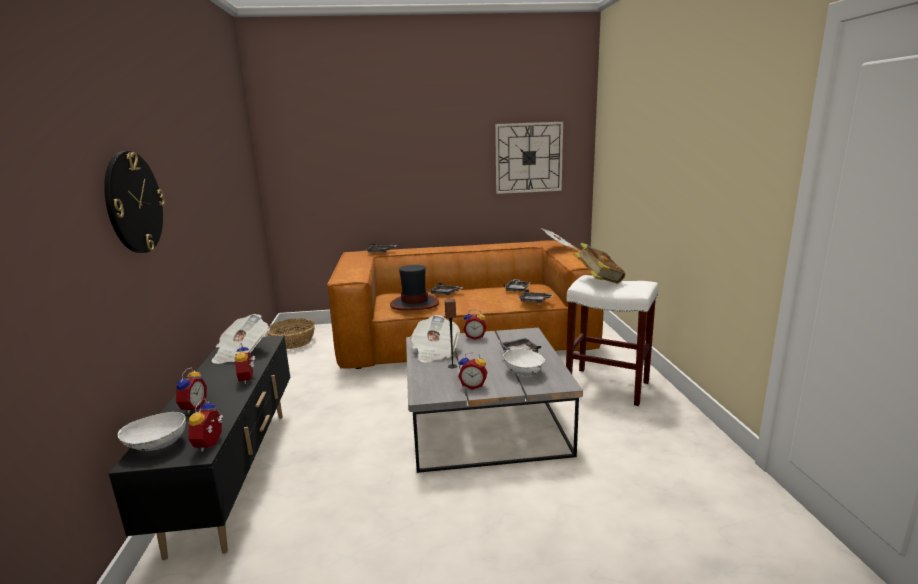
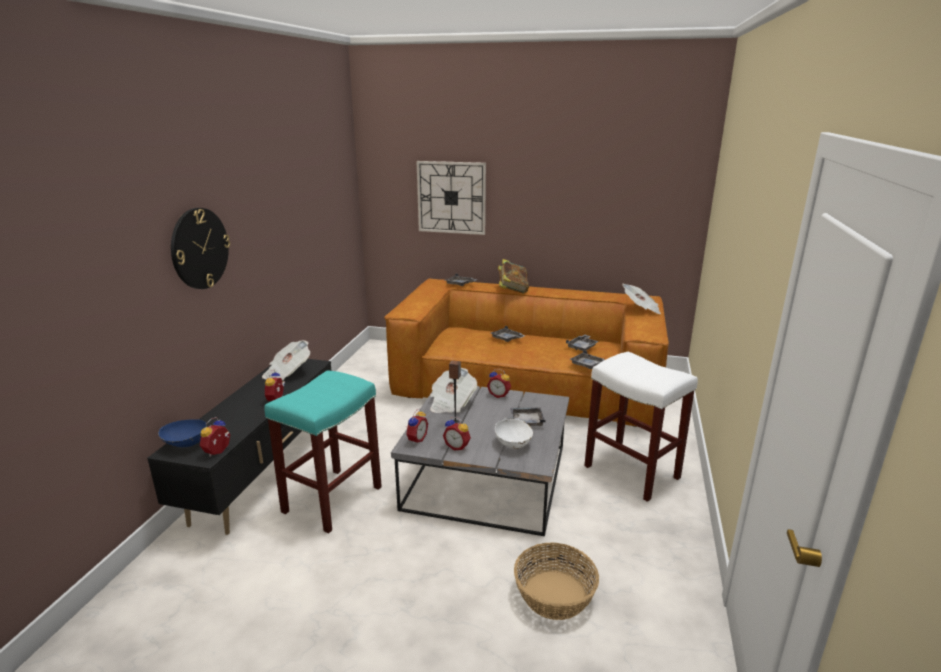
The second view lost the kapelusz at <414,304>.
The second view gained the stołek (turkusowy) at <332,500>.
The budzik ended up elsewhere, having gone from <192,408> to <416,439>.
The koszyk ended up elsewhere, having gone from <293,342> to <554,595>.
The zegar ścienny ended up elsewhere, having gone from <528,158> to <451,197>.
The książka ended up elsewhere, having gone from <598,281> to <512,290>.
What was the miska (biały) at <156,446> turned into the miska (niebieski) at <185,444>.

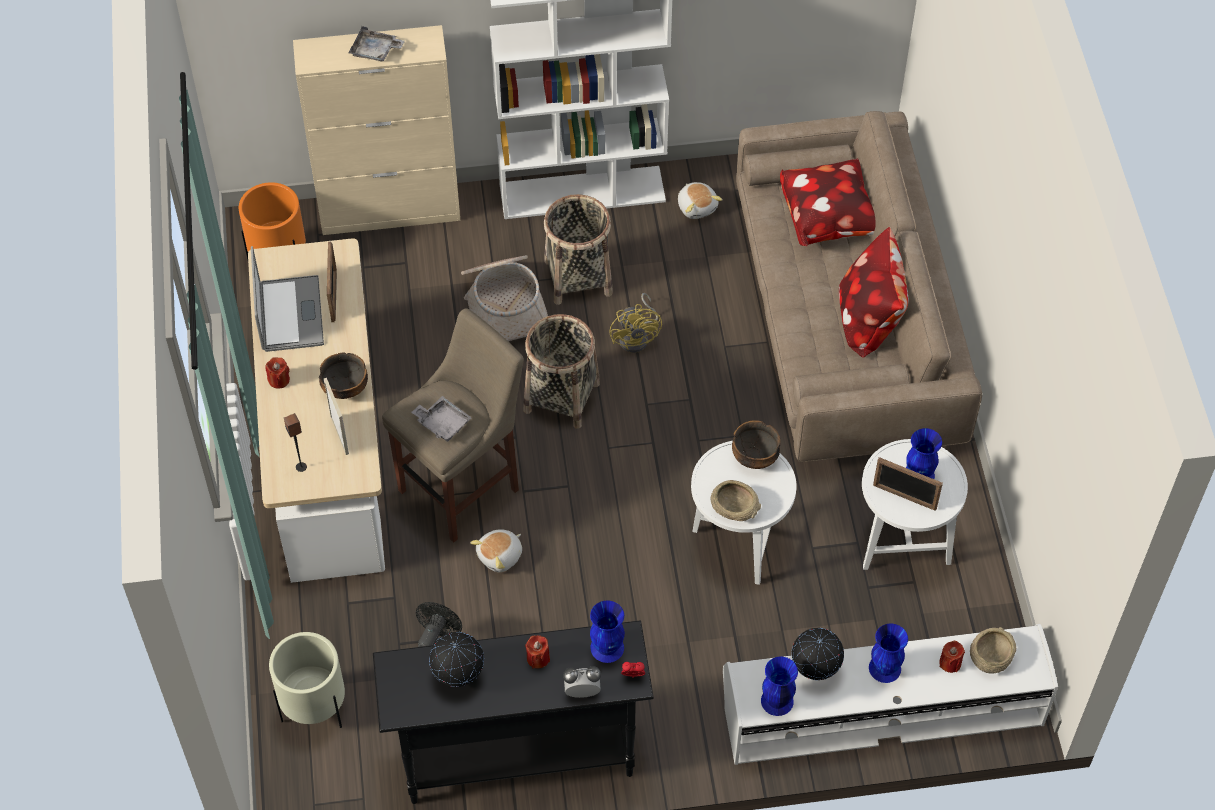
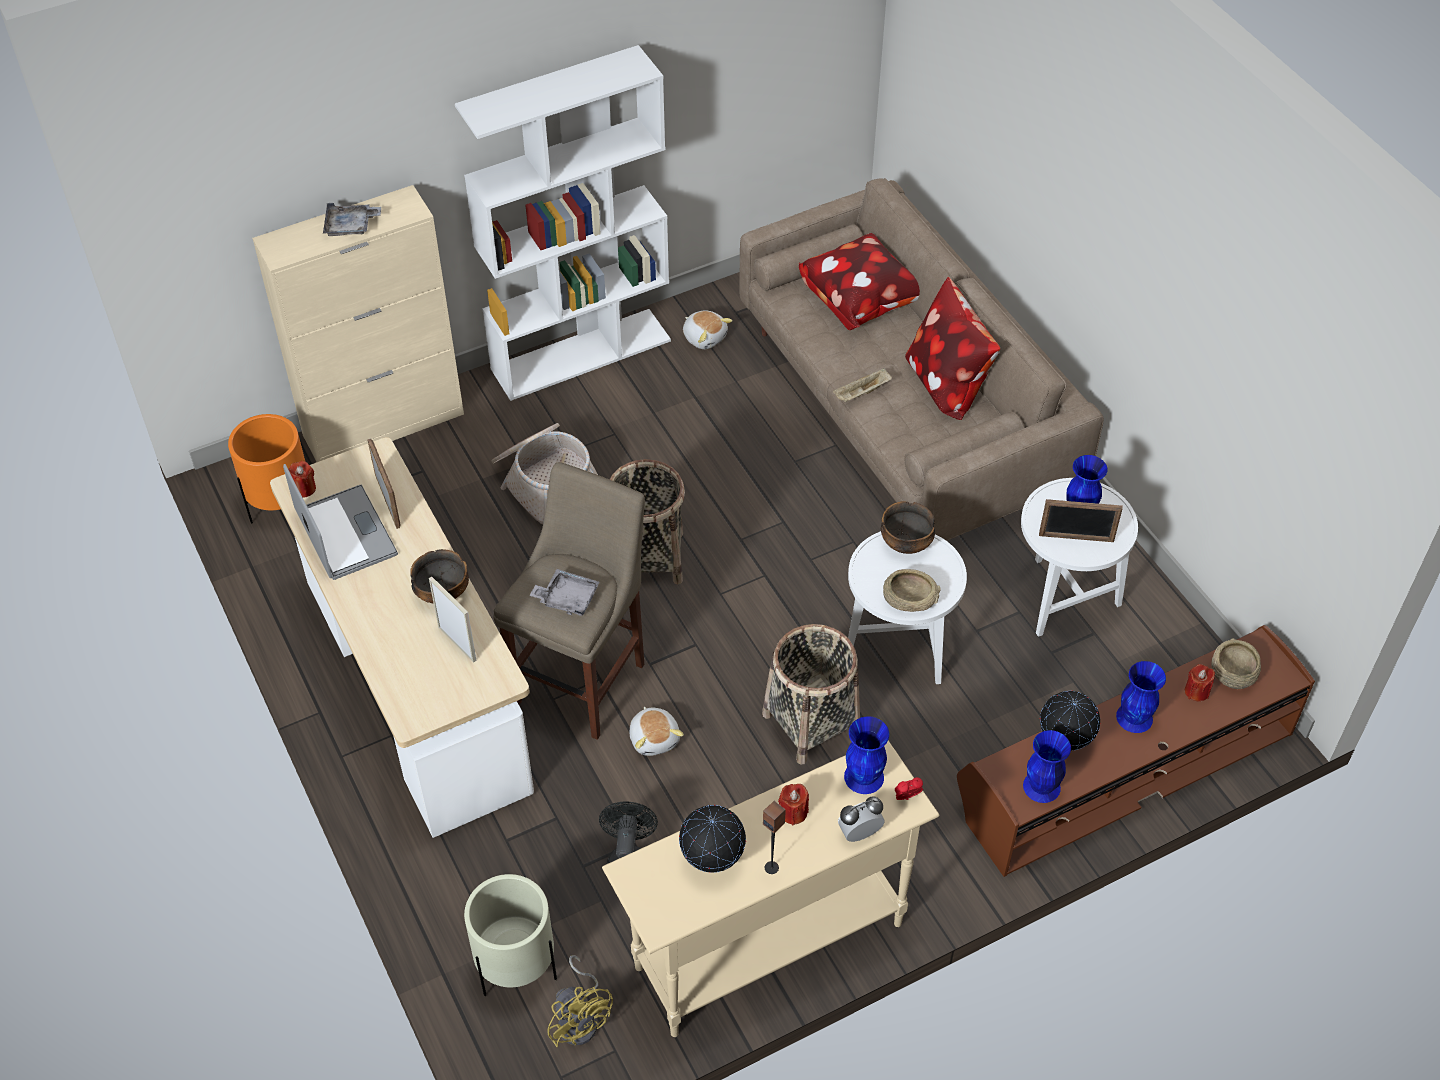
The second view gained the taca (beżowy) at <861,393>.
The świeca (czerwony) ended up elsewhere, having gone from <279,380> to <304,488>.
The głośnik ended up elsewhere, having gone from <301,467> to <771,867>.
The koszyk ended up elsewhere, having gone from <578,277> to <811,723>.
The wentylator (żółty) ended up elsewhere, having gone from <637,337> to <581,1019>.
What was the stolik konsolowy (czarny) at <517,756> turned into the stolik konsolowy (beżowy) at <767,945>.
What was the szafka pod telewizor (biały) at <880,707> turned into the szafka pod telewizor (brązowy) at <1123,768>.
The pluszak at <500,556> ended up facing another way, 45 degrees counterclockwise from before.

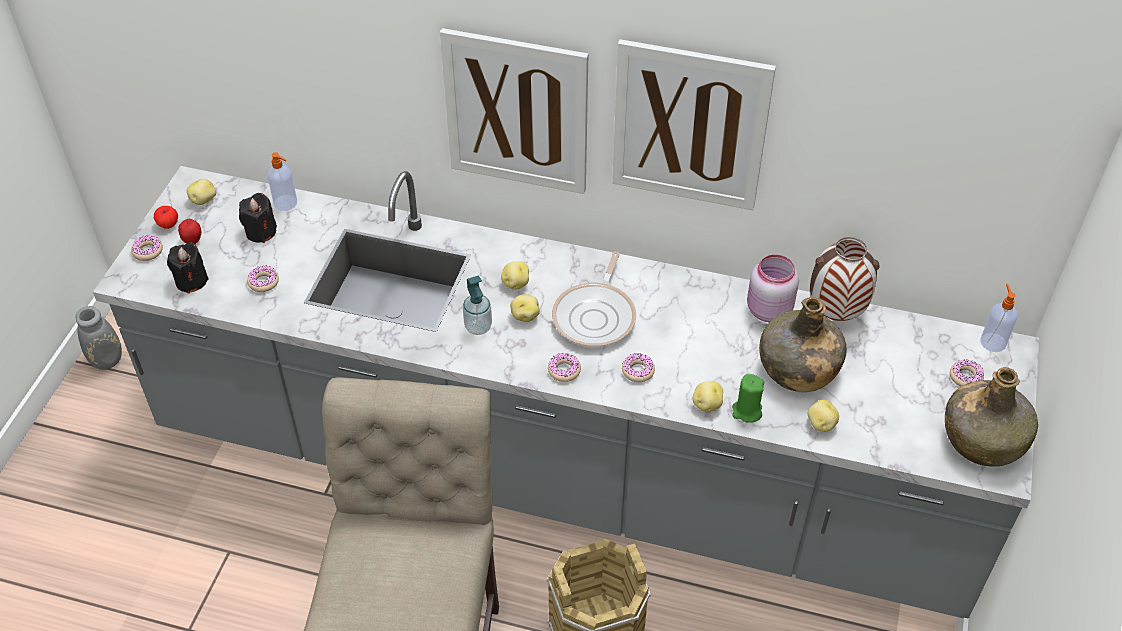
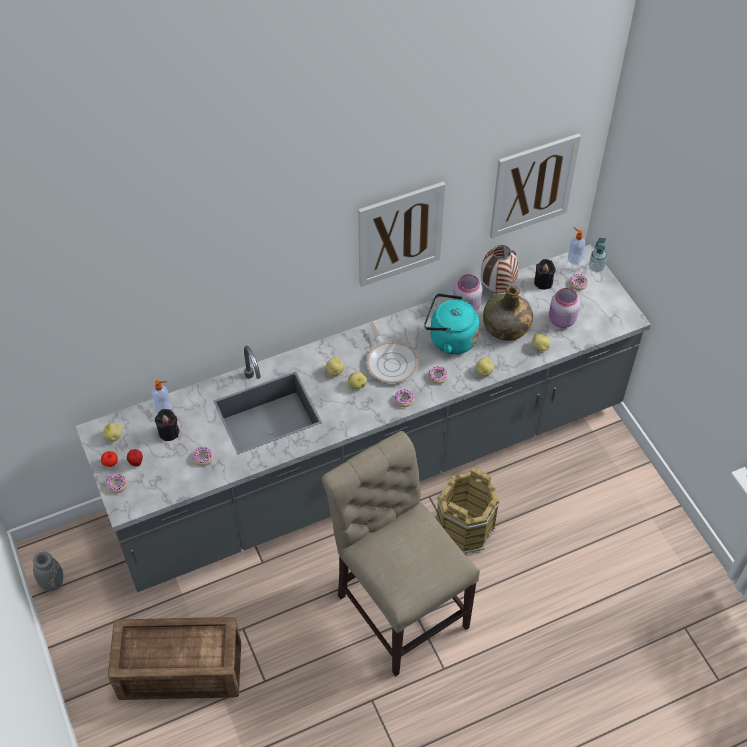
The second view lost the świeca (zielony) at <746,411>.
The second view lost the butelka (zielony) at <983,440>.
The second view gained the skrzynka at <178,668>.
The second view gained the czajnik (turkusowy) at <449,339>.
The second view gained the słoik (różowy) at <561,320>.
The świeca (czarny) ended up elsewhere, having gone from <191,281> to <543,282>.
The obraz ended up elsewhere, having gone from <516,112> to <533,185>.
The dozownik mydła ended up elsewhere, having gone from <478,327> to <596,267>.

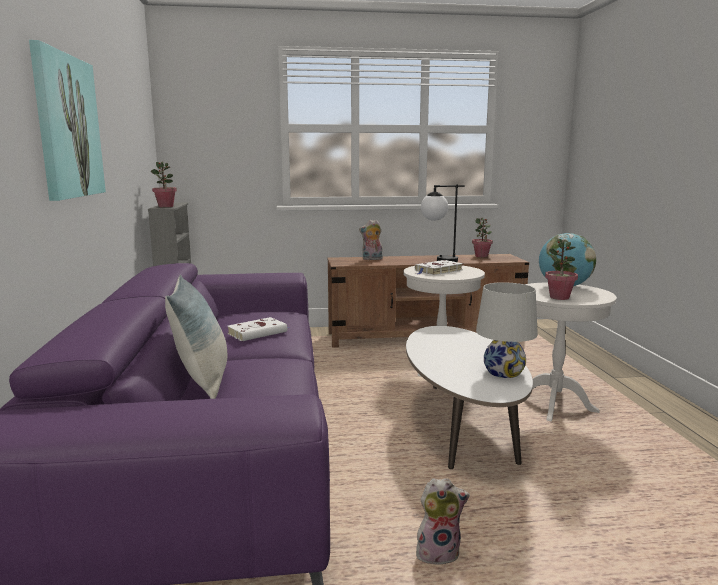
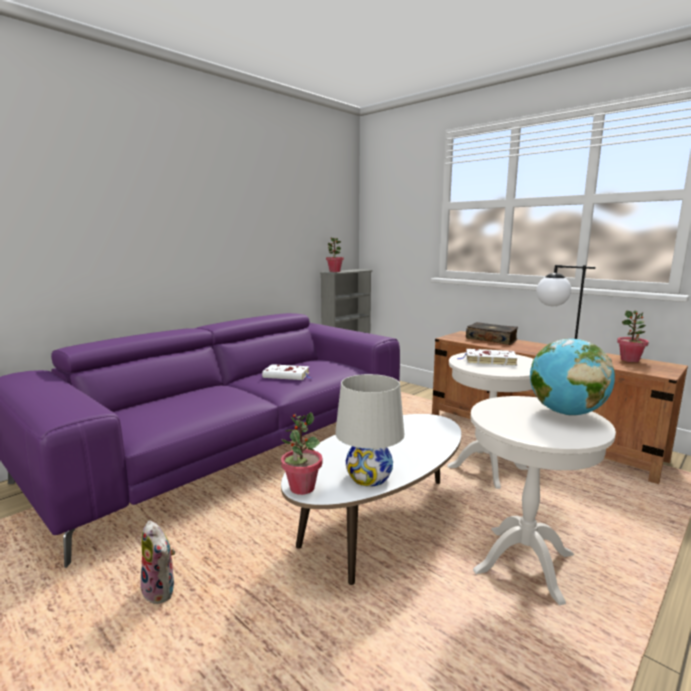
The second view lost the obraz at <68,127>.
The second view lost the poduszka at <203,380>.
The roślina doniczkowa ended up elsewhere, having gone from <559,297> to <302,488>.
Where the pluszak stood at <372,259>, the książka came to stand at <491,339>.

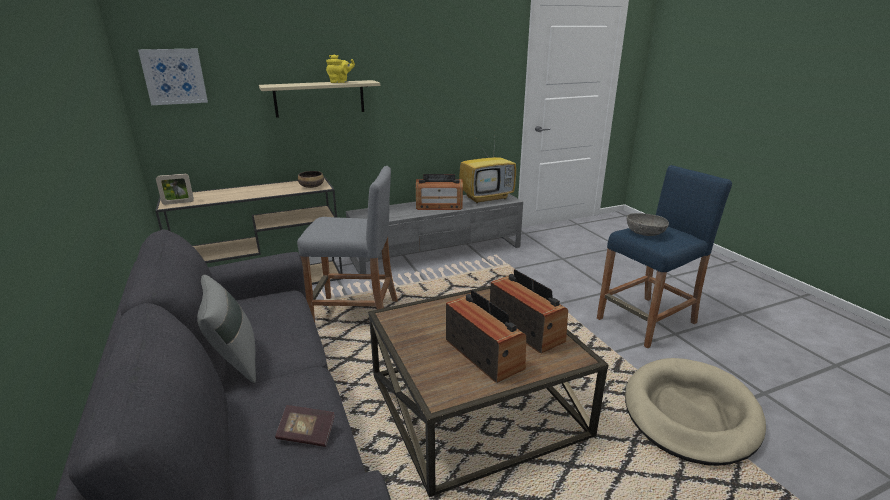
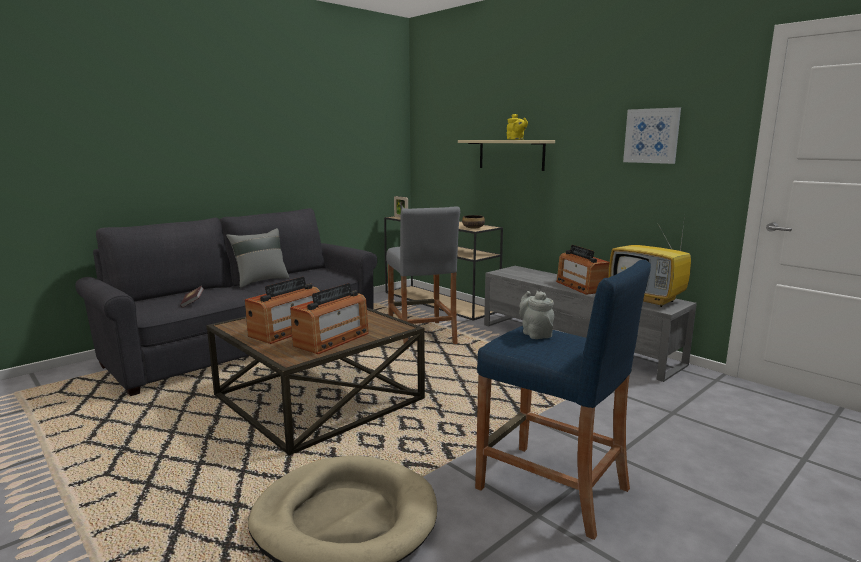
The obraz ended up elsewhere, having gone from <174,76> to <651,136>.
Where the miska (szary) stood at <645,233>, the imbryk (szary) came to stand at <535,333>.

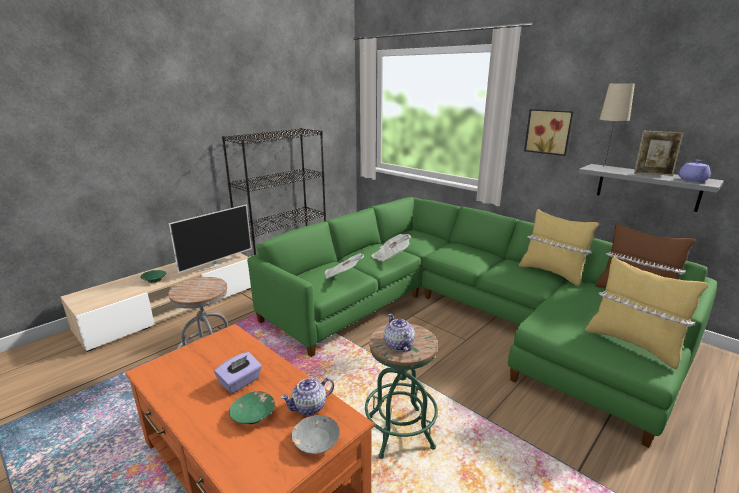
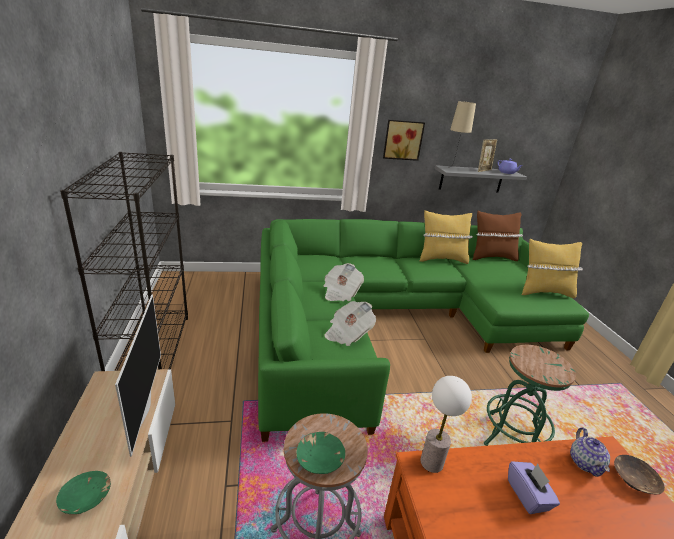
The second view lost the imbryk at <398,345>.
The second view gained the lampa stołowa at <431,462>.
The miska (zielony) ended up elsewhere, having gone from <253,415> to <320,459>.
What was the miska (szary) at <315,441> turned into the miska (brązowy) at <633,480>.

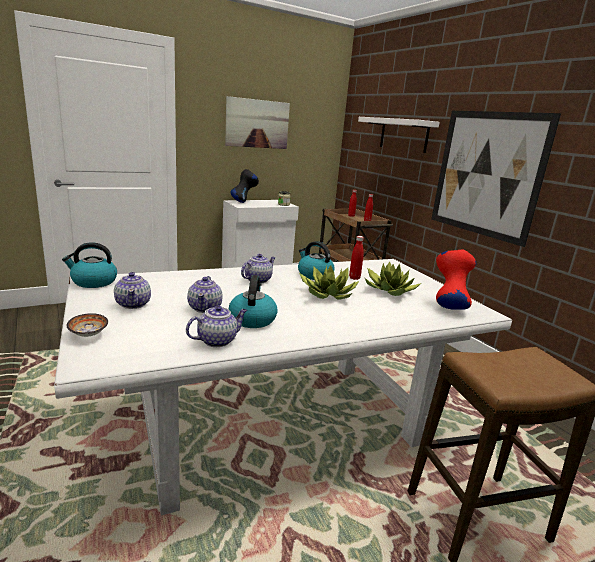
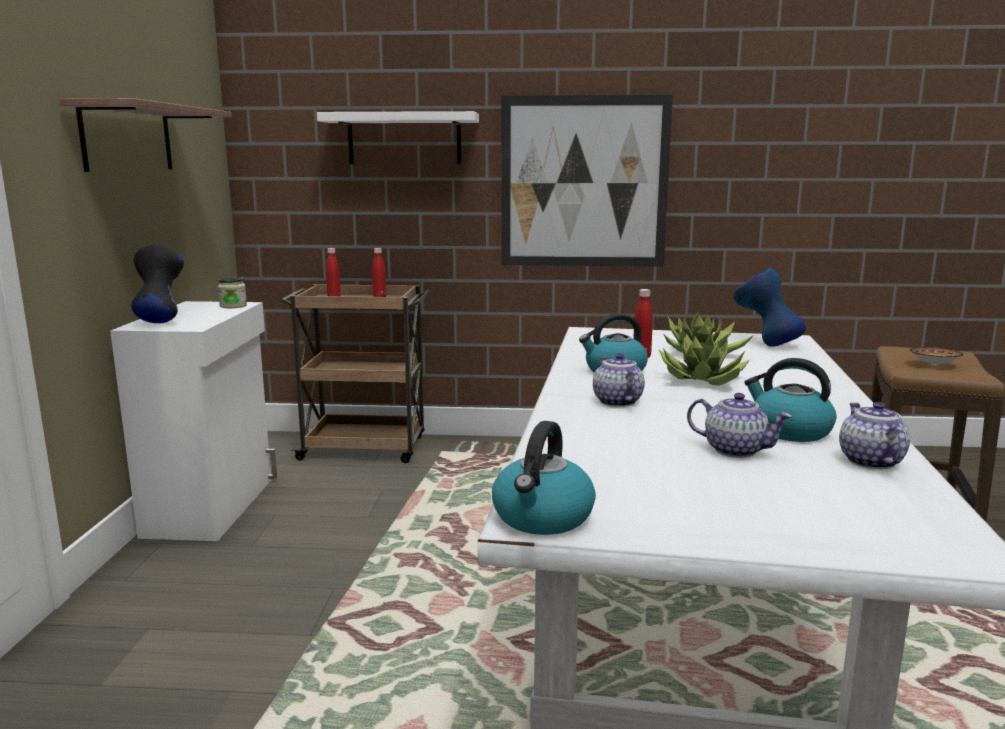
The second view lost the imbryk at <133,304>.
The miska ended up elsewhere, having gone from <87,335> to <935,365>.
Where the obraz hung at <257,123>, the półka came to hang at <128,138>.
What was the wazon (czerwony) at <448,306> turned into the wazon (niebieski) at <765,344>.

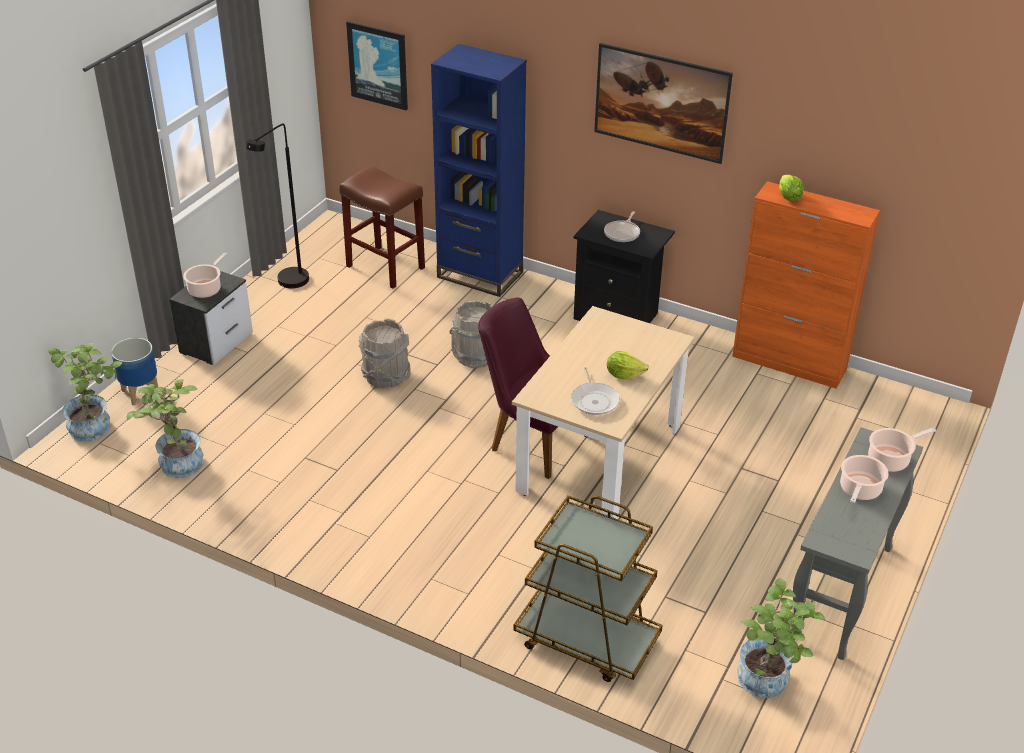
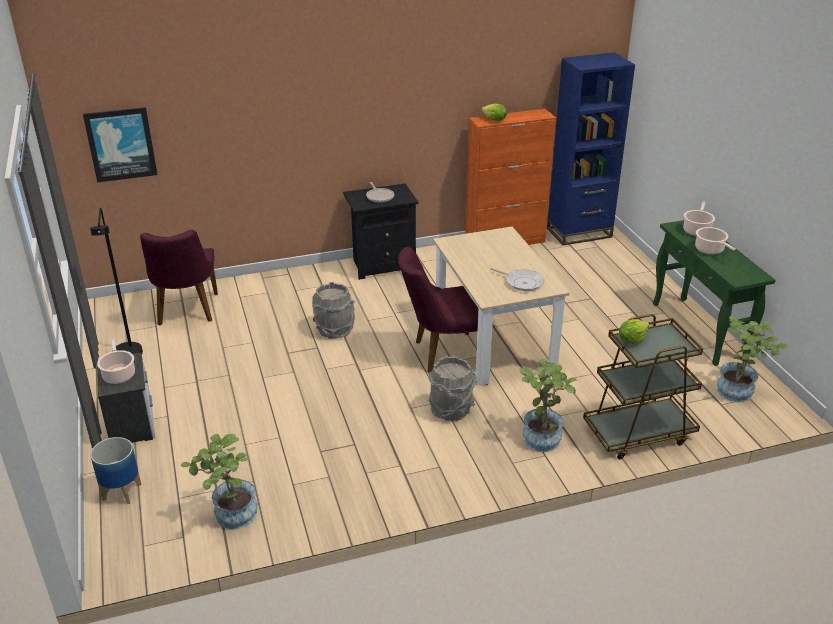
The second view lost the obraz at <659,125>.
The roślina doniczkowa ended up elsewhere, having gone from <96,426> to <542,435>.
The wiadro (szary) ended up elsewhere, having gone from <385,376> to <451,409>.
The regał (niebieski) ended up elsewhere, having gone from <480,275> to <579,233>.
The sałata ended up elsewhere, having gone from <624,375> to <631,340>.
Where the stołek (brązowy) stood at <384,267>, the krzesło (fioletowy) came to stand at <186,312>.
What was the stolik konsolowy (szary) at <841,594> turned into the stolik konsolowy (zielony) at <699,331>.

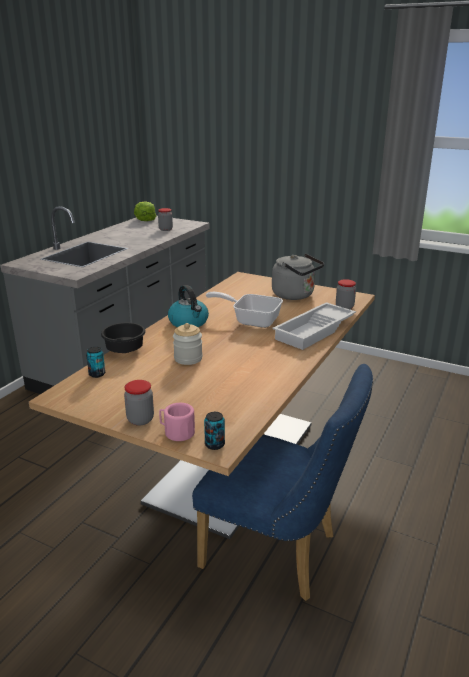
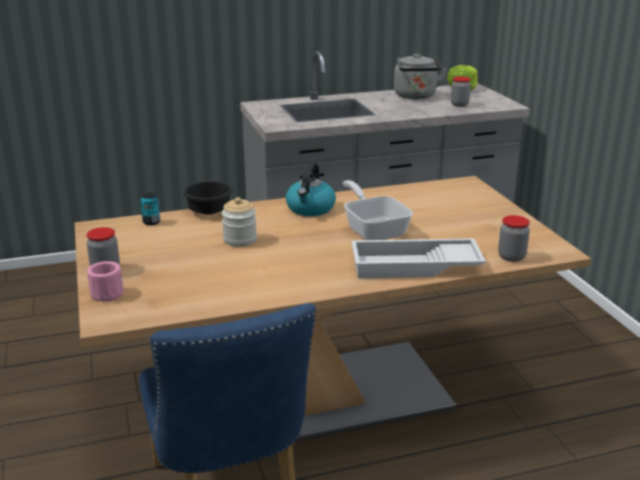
The second view lost the puszka at <214,444>.
The czajnik (szary) ended up elsewhere, having gone from <295,295> to <416,96>.

